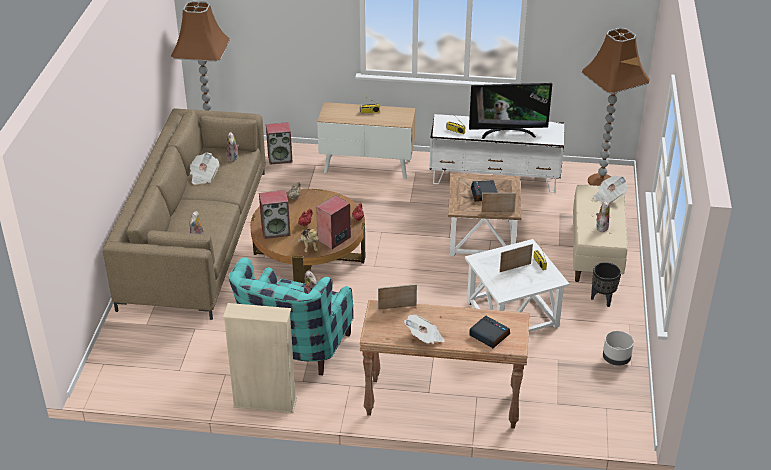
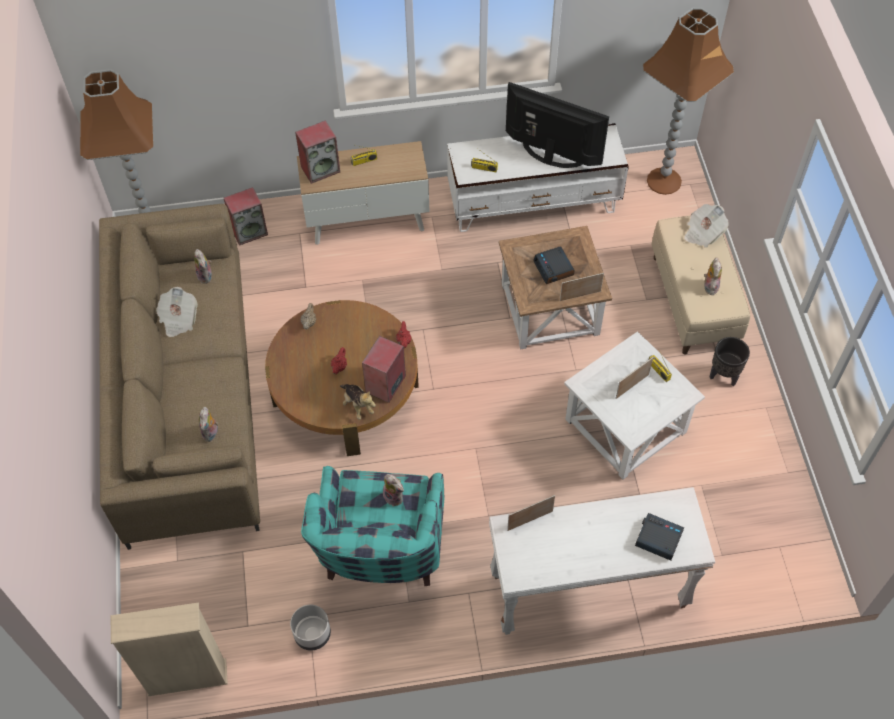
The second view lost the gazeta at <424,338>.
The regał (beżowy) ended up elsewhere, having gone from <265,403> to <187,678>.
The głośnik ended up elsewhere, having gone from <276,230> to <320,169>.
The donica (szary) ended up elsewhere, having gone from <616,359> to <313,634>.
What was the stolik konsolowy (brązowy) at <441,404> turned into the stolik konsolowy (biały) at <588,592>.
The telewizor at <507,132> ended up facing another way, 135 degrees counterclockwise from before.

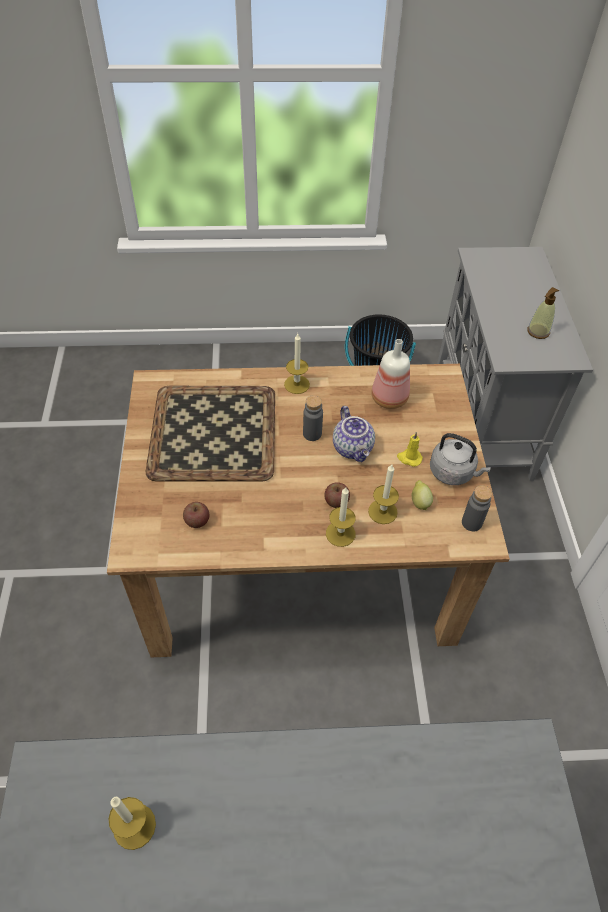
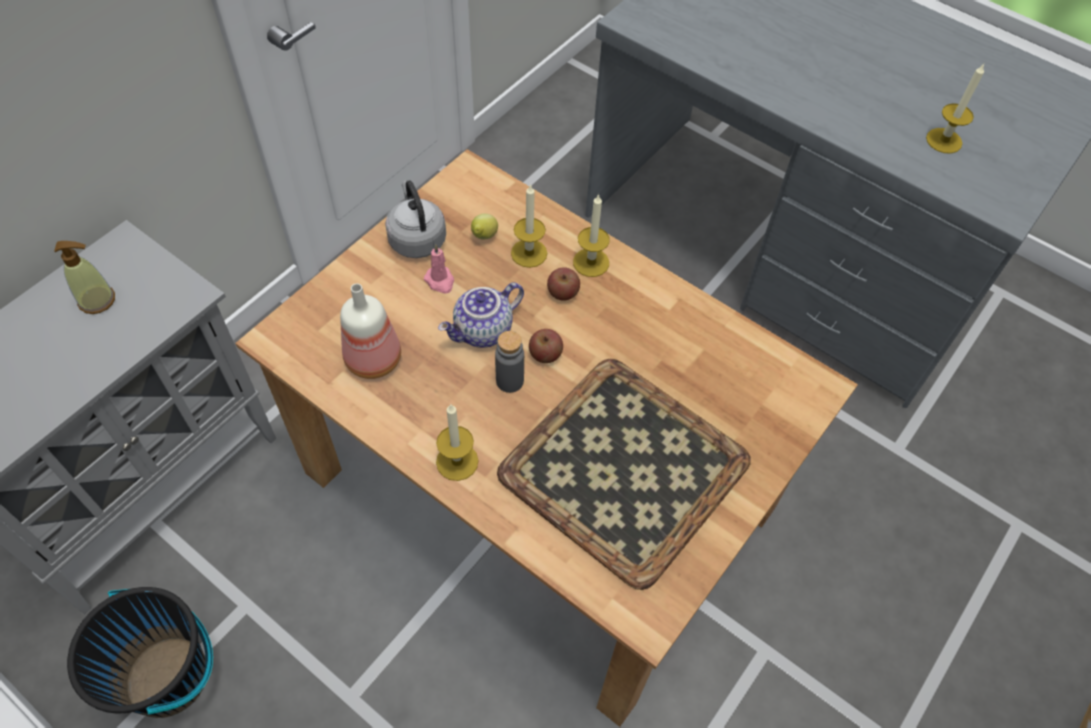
The second view lost the butelka (szary) at <471,522>.
The jabłko ended up elsewhere, having gone from <197,521> to <545,354>.
What was the świeca (żółty) at <409,458> turned into the świeca (różowy) at <440,281>.
The imbryk at <353,448> ended up facing another way, 150 degrees counterclockwise from before.

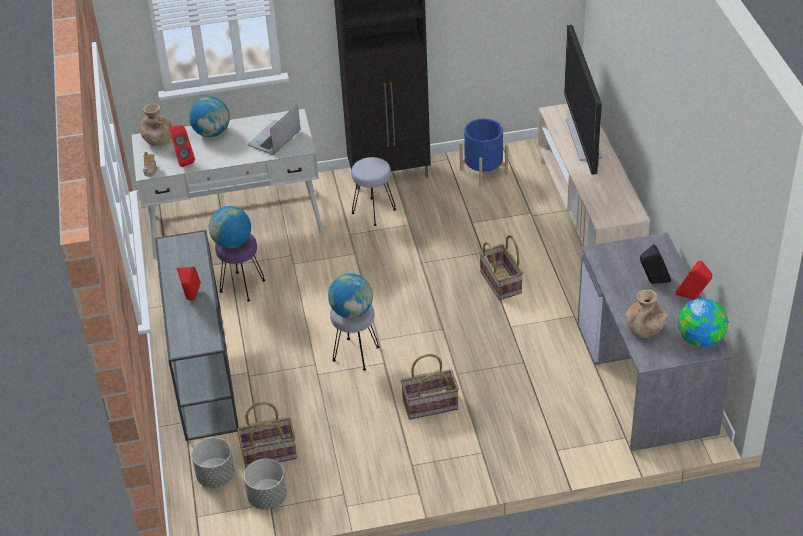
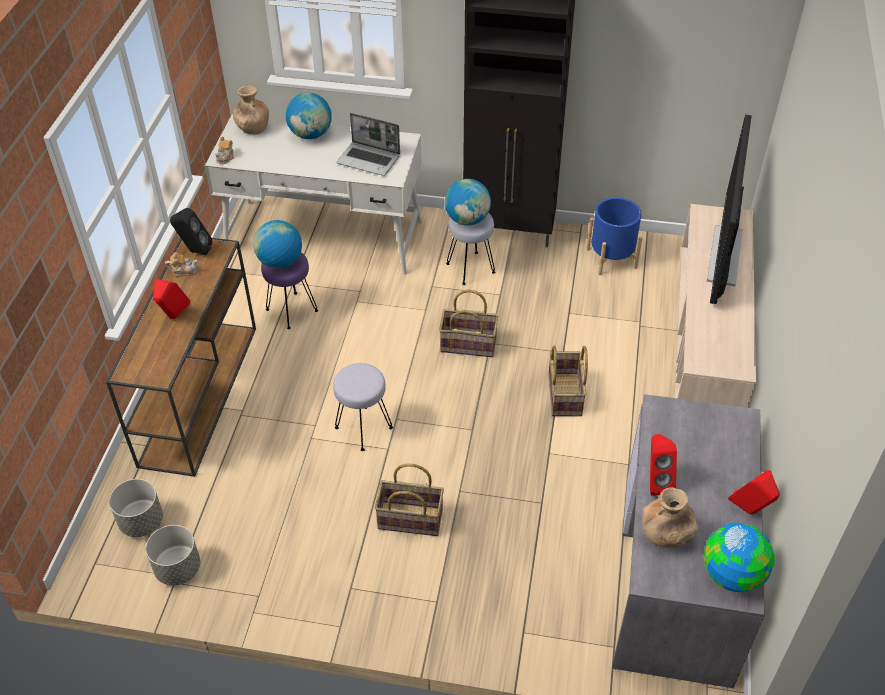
The second view gained the imbryk at <183,271>.
The głośnik (czerwony) ended up elsewhere, having gone from <182,160> to <655,481>.
The koszyk ended up elsewhere, having gone from <269,453> to <469,344>.
The globus ended up elsewhere, having gone from <352,311> to <467,219>.
The głośnik (czarny) ended up elsewhere, having gone from <653,282> to <195,251>.
What was the stolik konsolowy (szary) at <203,370> turned into the stolik konsolowy (brązowy) at <199,393>.
The laptop at <274,139> ended up facing another way, 120 degrees counterclockwise from before.

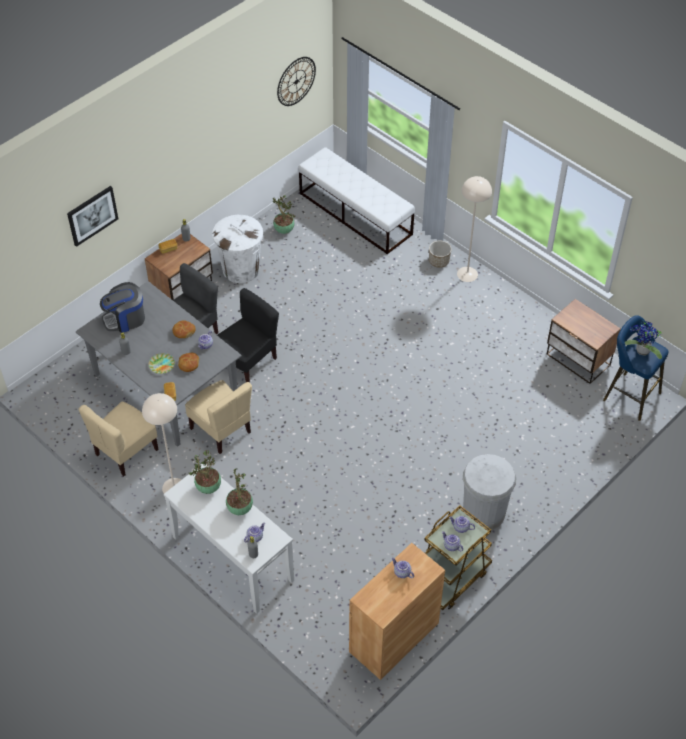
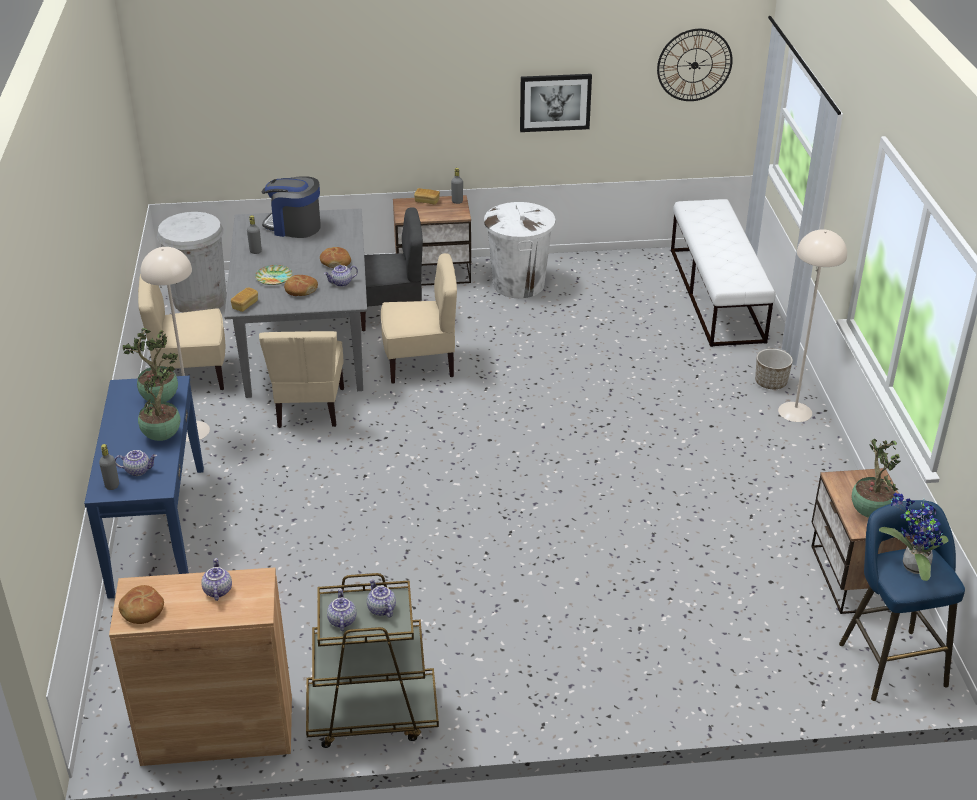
The second view gained the chleb at <142,610>.
The obraz ended up elsewhere, having gone from <92,215> to <555,102>.
The roślina doniczkowa ended up elsewhere, having gone from <283,230> to <869,512>.
The kosz na śmieci (biały) ended up elsewhere, having gone from <483,512> to <200,300>.
What was the stolik konsolowy (biały) at <232,559> turned into the stolik konsolowy (niebieski) at <157,530>.
What was the krzesło (czarny) at <248,361> turned into the krzesło (beżowy) at <420,363>.

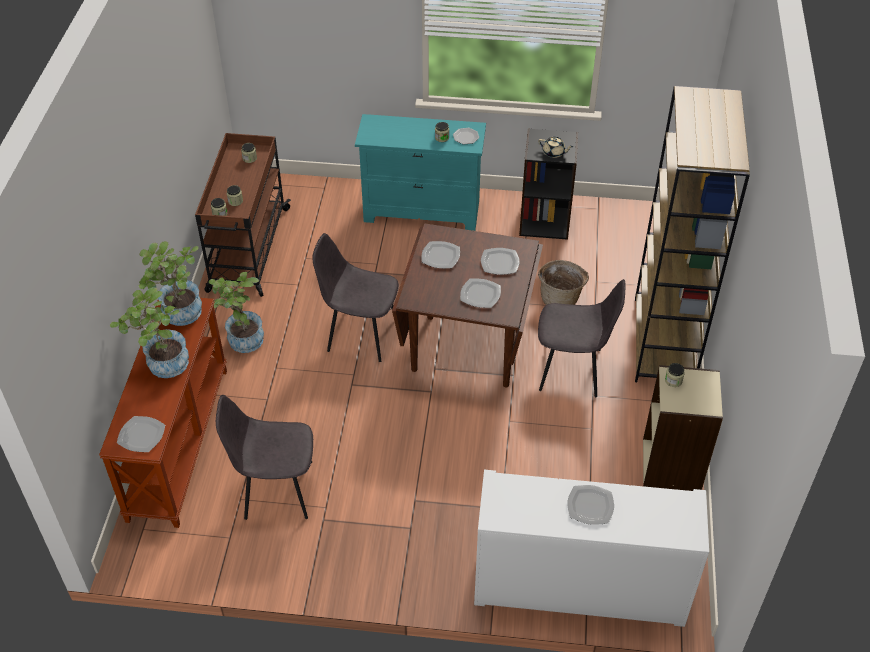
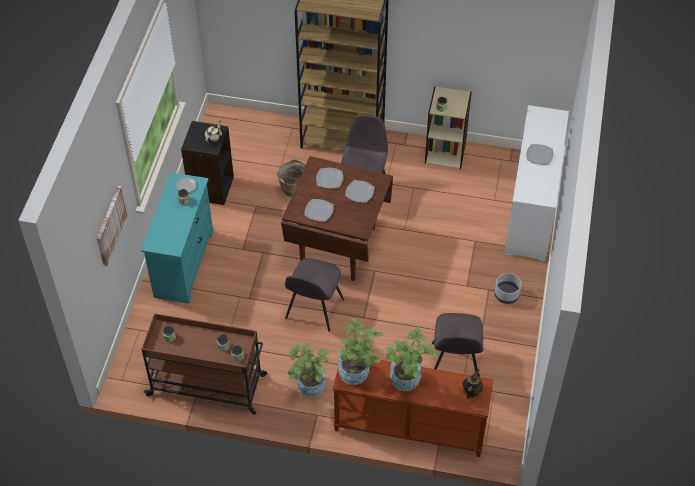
The second view gained the obraz at <110,225>.
The second view gained the donica (szary) at <507,295>.
Where the talerz stood at <141,435>, the imbryk came to stand at <471,391>.

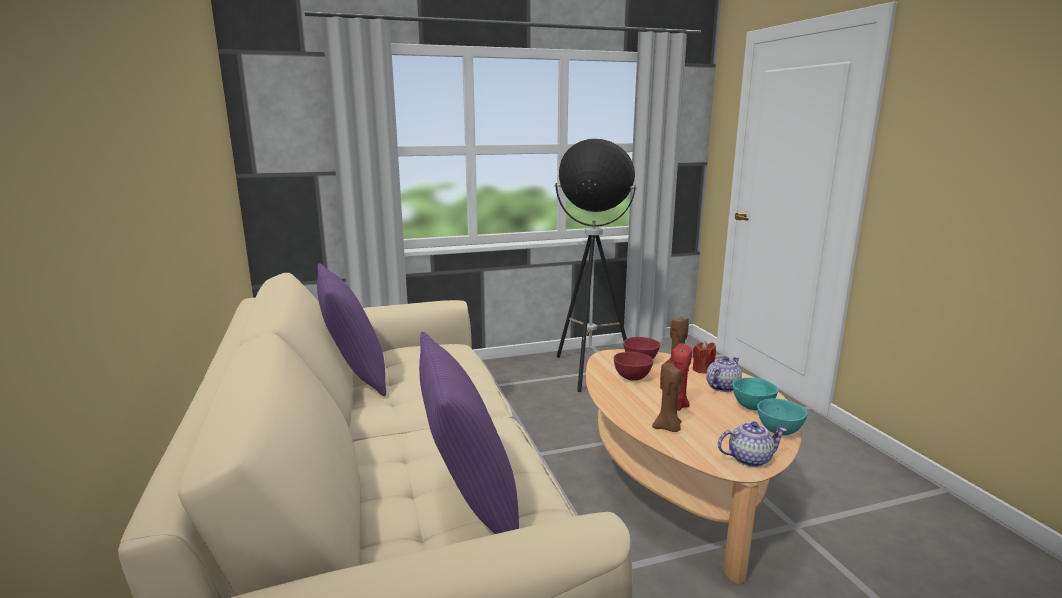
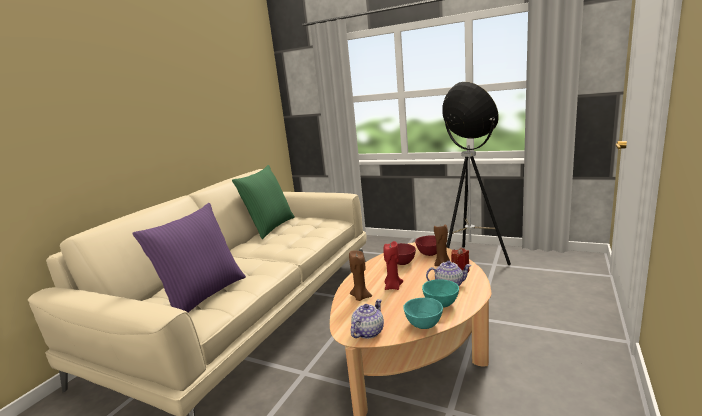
What was the poduszka (fioletowy) at <355,377> turned into the poduszka (zielony) at <270,227>.
The imbryk at <749,458> ended up facing another way, 90 degrees counterclockwise from before.

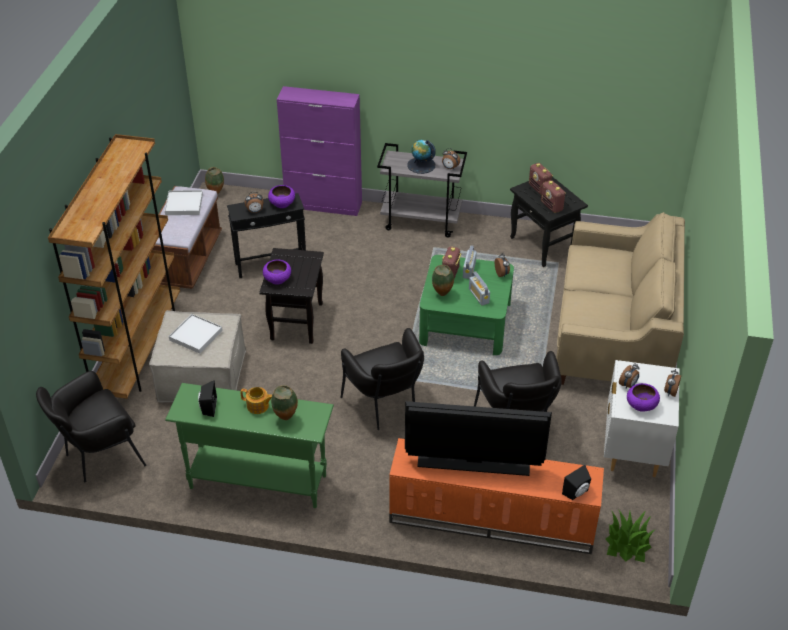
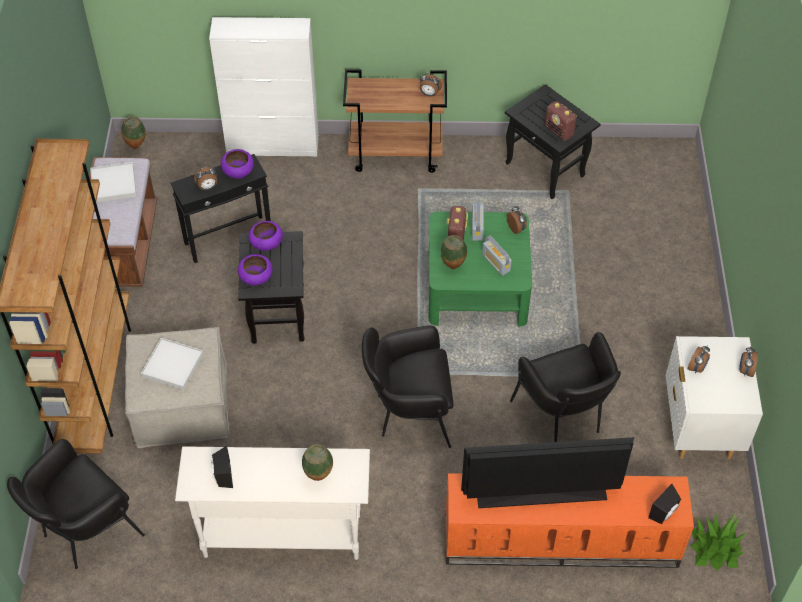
The second view lost the imbryk at <258,406>.
The second view lost the globus at <421,165>.
The second view lost the radio at <539,189>.
The second view lost the kanapa (beżowy) at <614,335>.
The miska (fioletowy) ended up elsewhere, having gone from <641,405> to <266,243>.
What was the stolik konsolowy (zielony) at <257,481> turned into the stolik konsolowy (biały) at <282,535>.
What was the szafka (fioletowy) at <324,205> turned into the szafka (biały) at <273,145>.
What was the wózek (szary) at <422,221> turned into the wózek (brązowy) at <396,154>.
The fotel (czarny) at <386,406> ended up facing another way, 120 degrees clockwise from before.

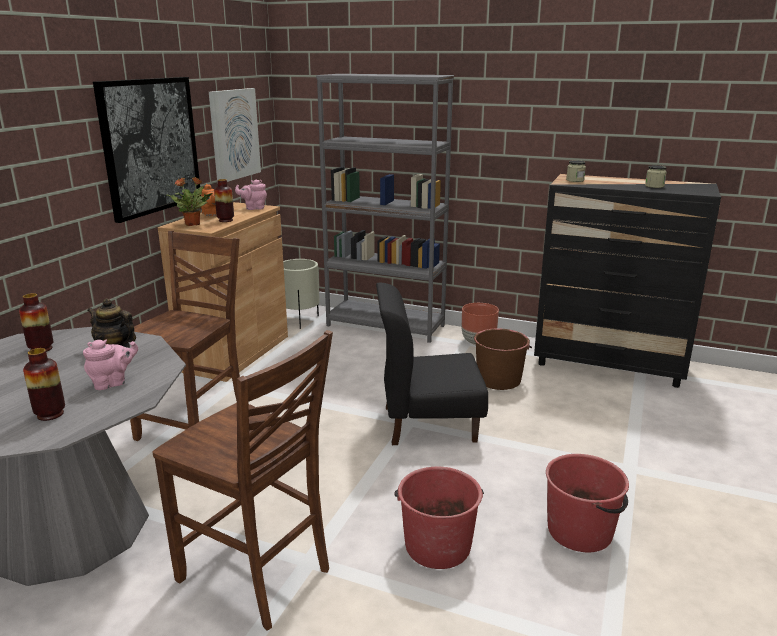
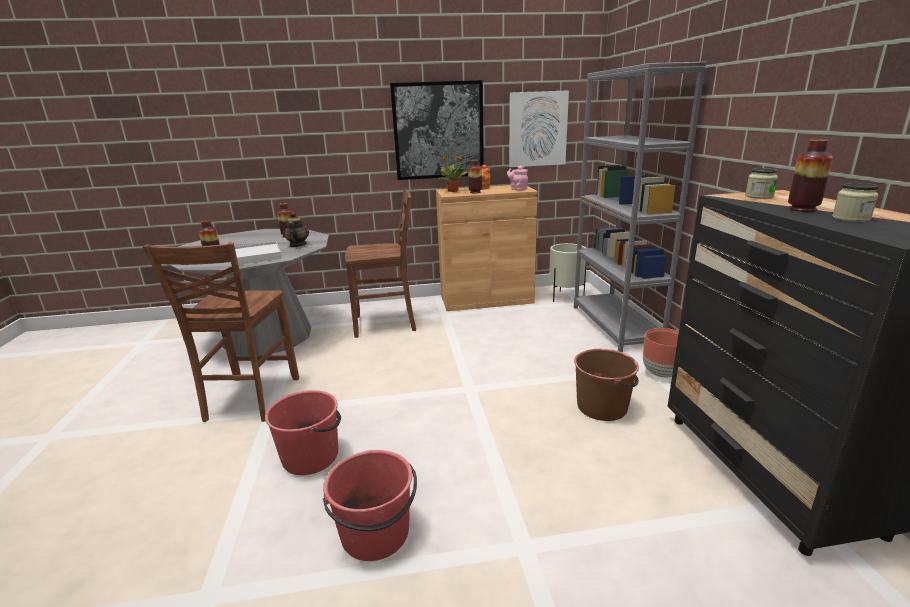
The second view lost the krzesło (czarny) at <428,423>.
The second view gained the wazon at <802,209>.
Where the imbryk (różowy) stood at <113,383>, the taca (biały) came to stand at <255,256>.

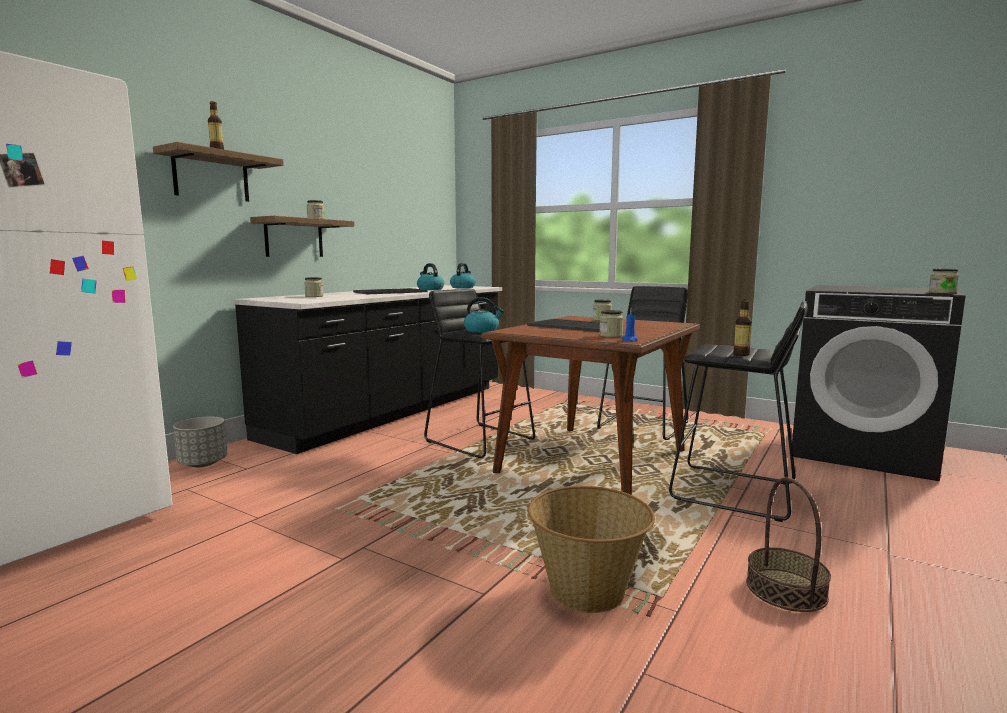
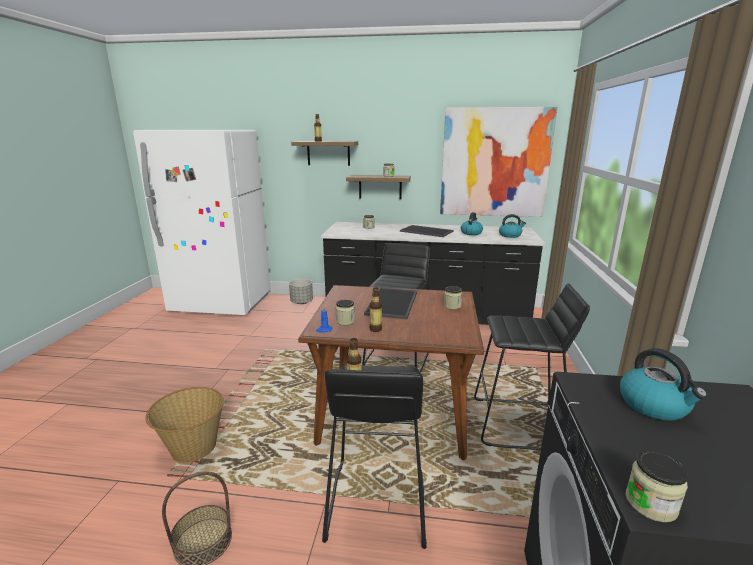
The second view gained the butelka at <375,329>.
The second view gained the obraz at <494,163>.
The czajnik ended up elsewhere, having gone from <482,330> to <654,405>.

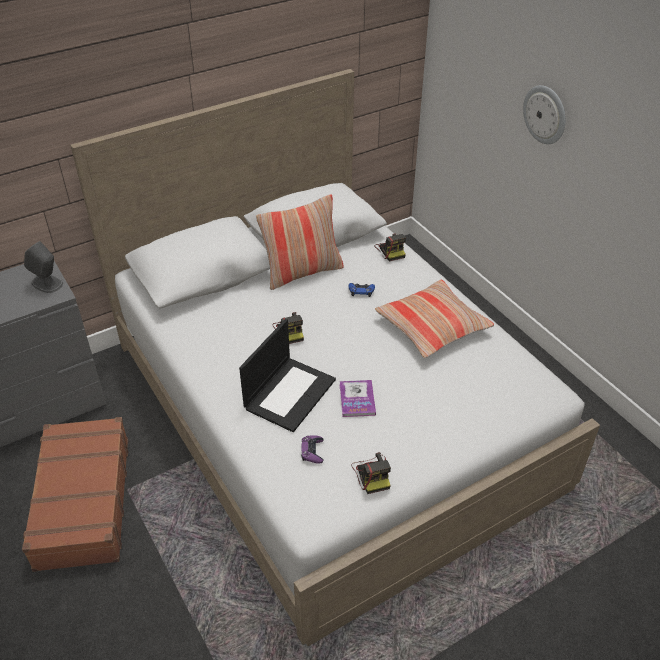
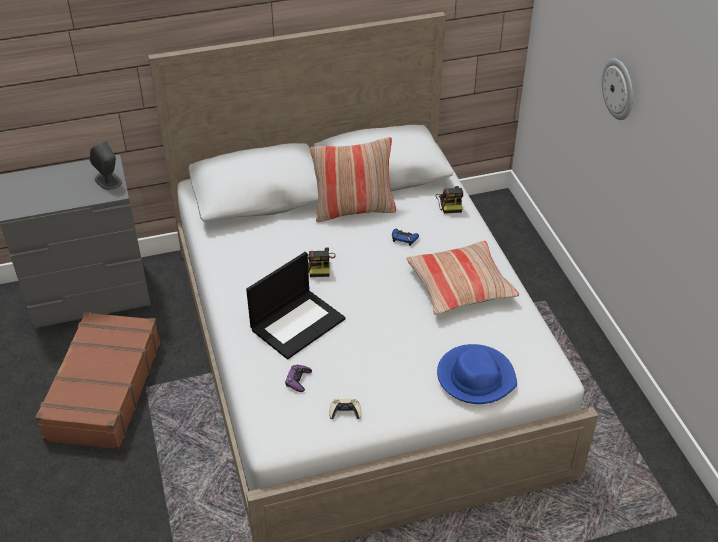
The second view lost the książka at <357,399>.
The second view gained the kapelusz (niebieski) at <475,377>.
Where the aparat fotograficzny stood at <372,474>, the pad do gier (beżowy) came to stand at <345,411>.

